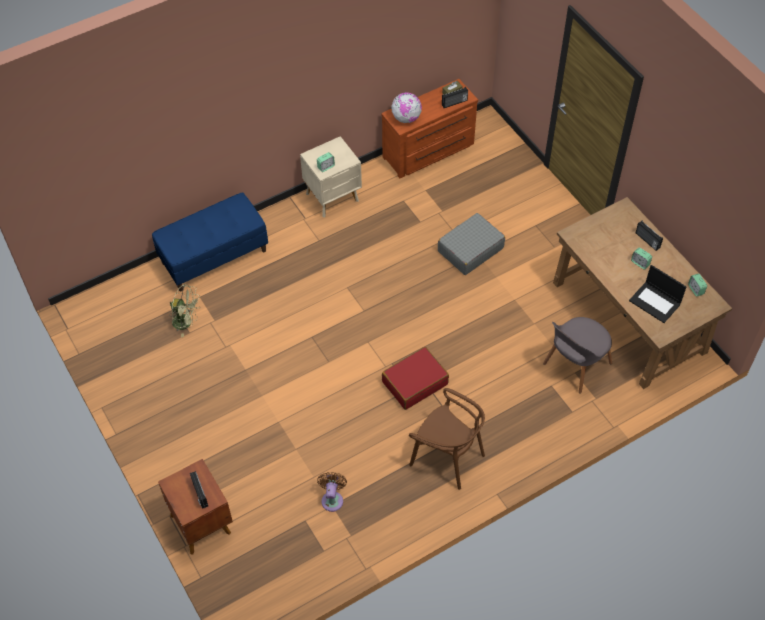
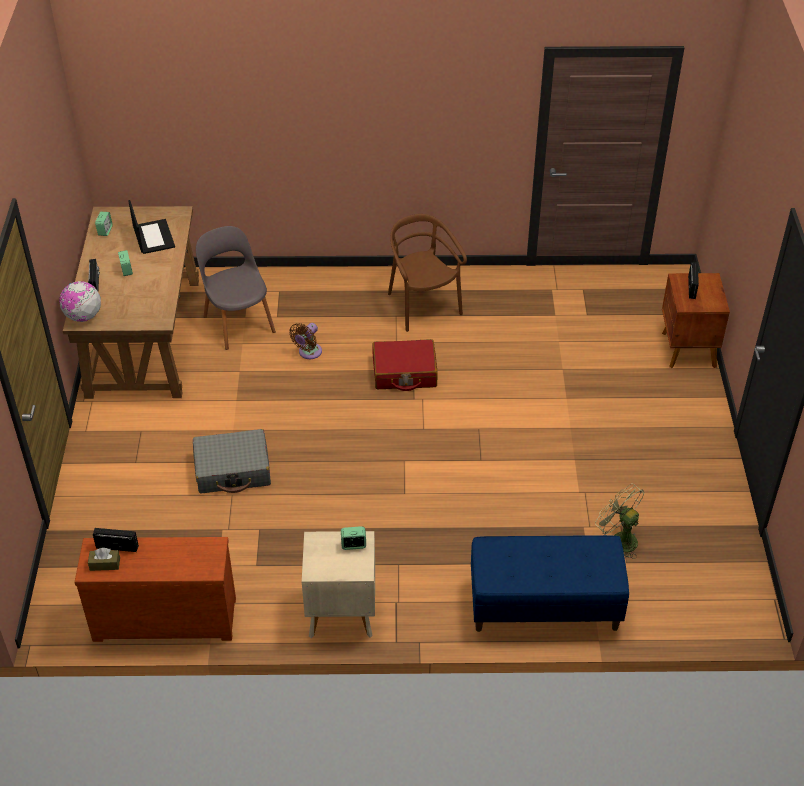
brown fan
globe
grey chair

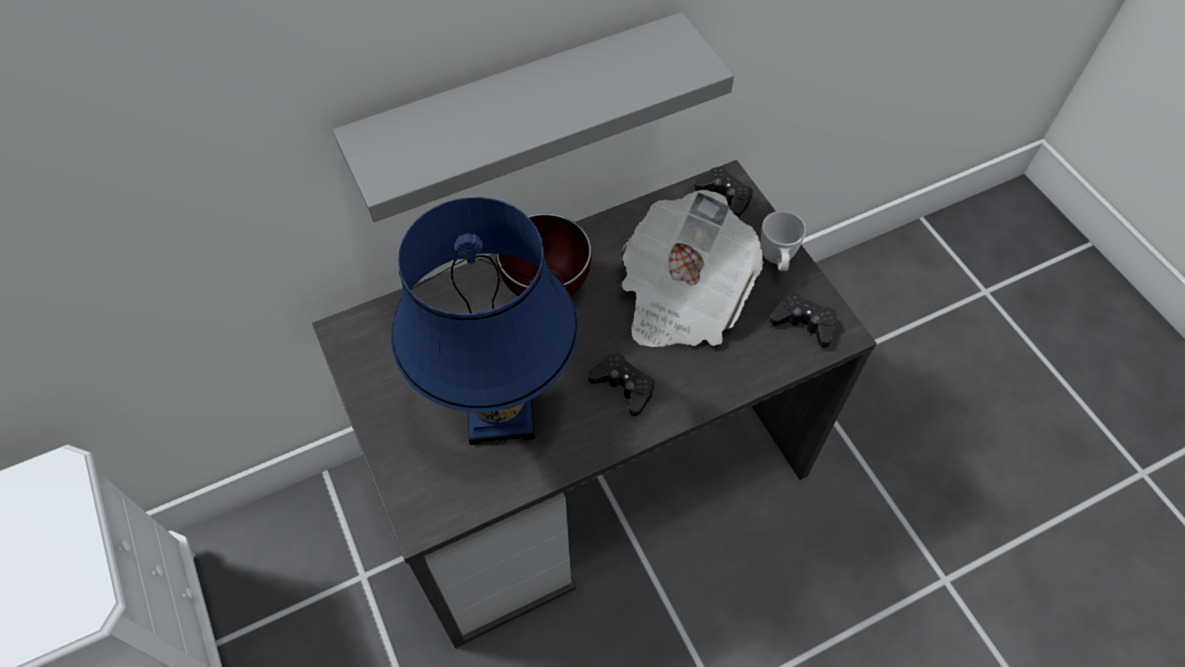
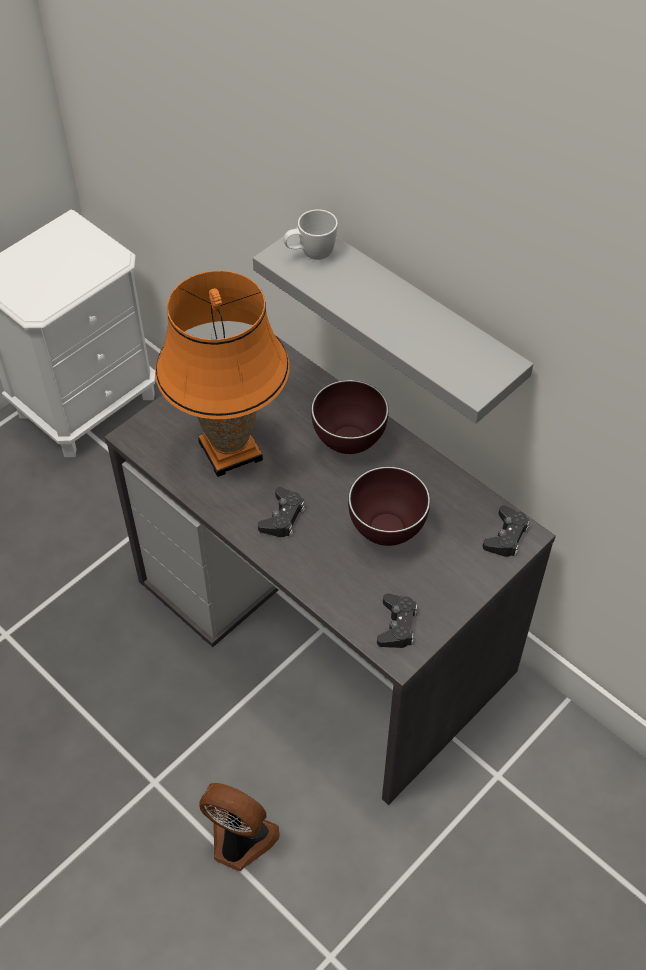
fan
white mug
brown bowl (no. 2 from left)
orange table lamp

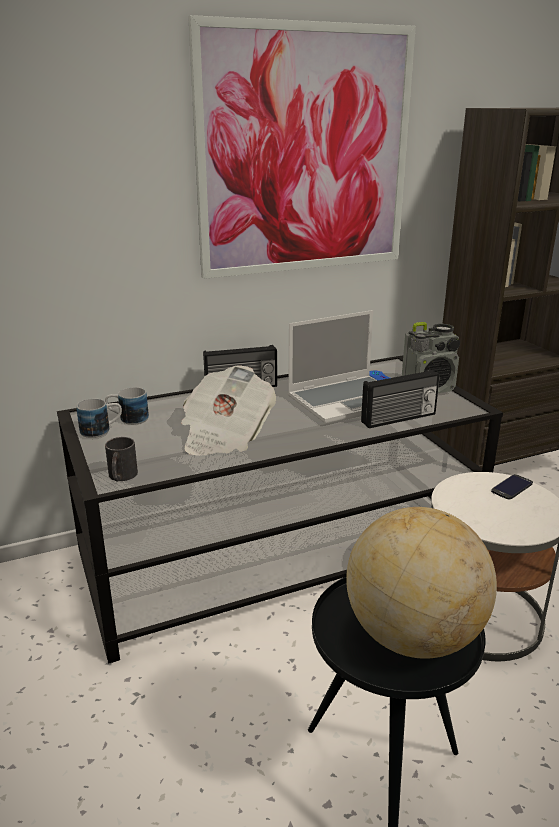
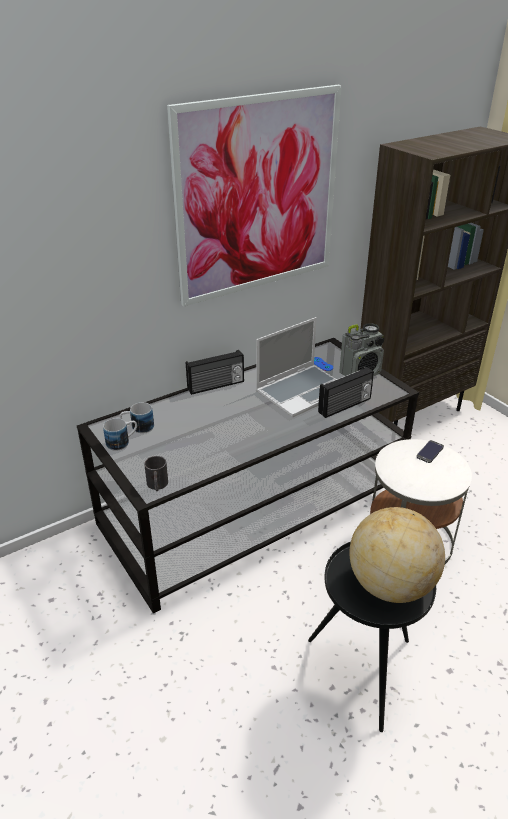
newspaper

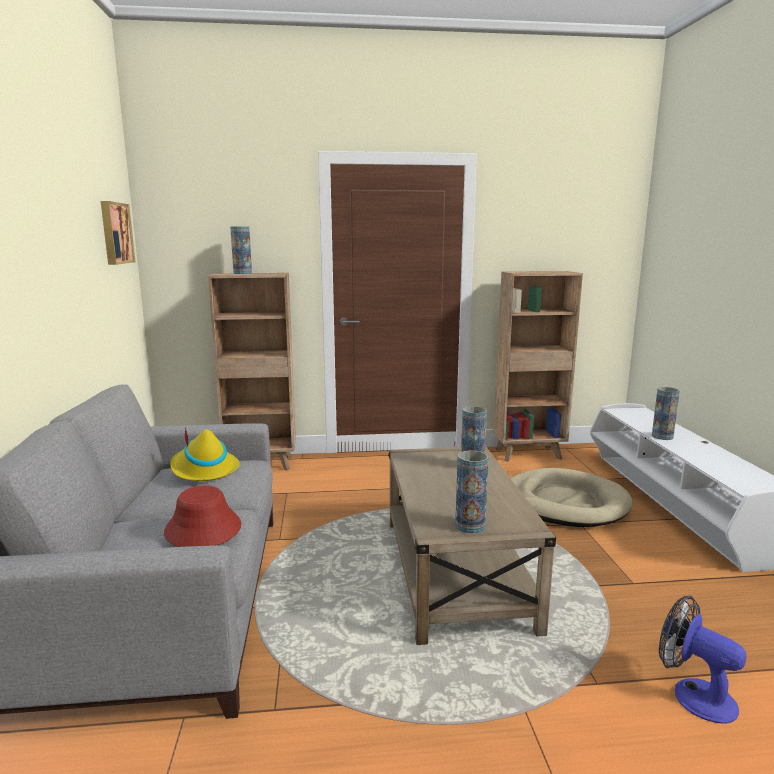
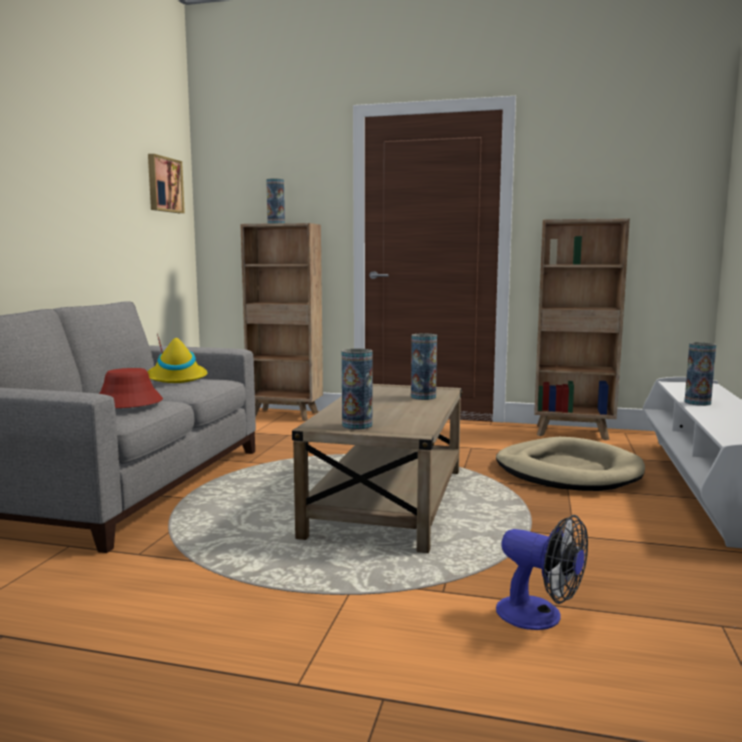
fan

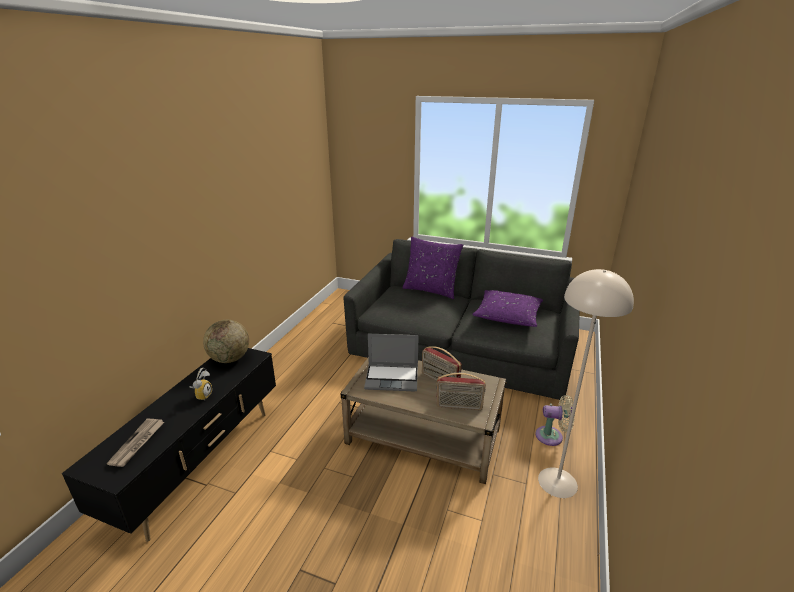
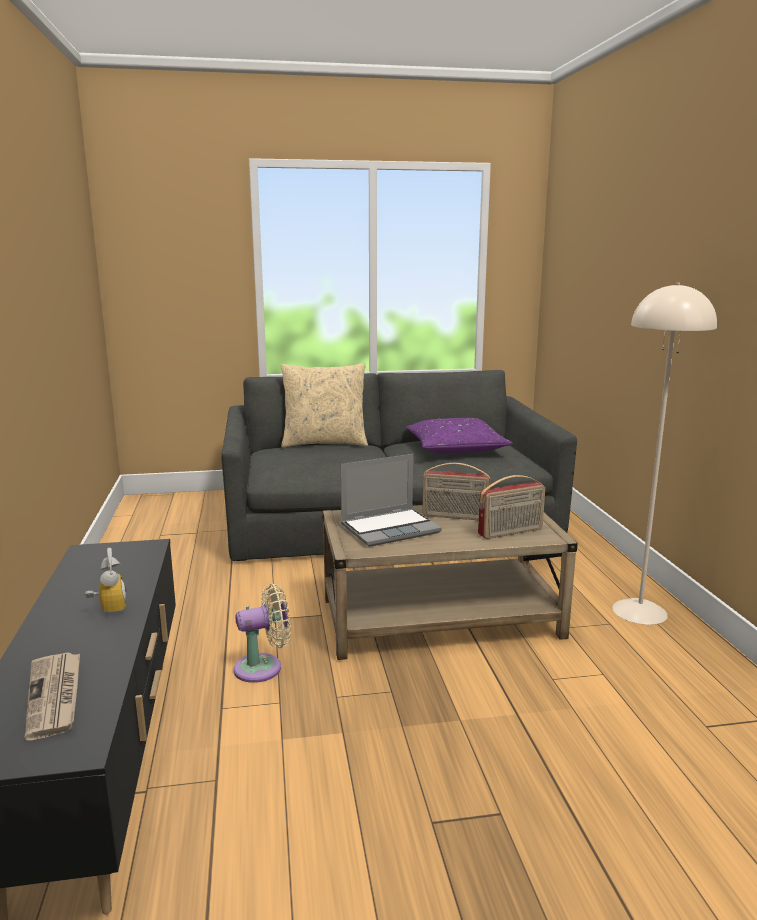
globe
beige fan
beige pillow

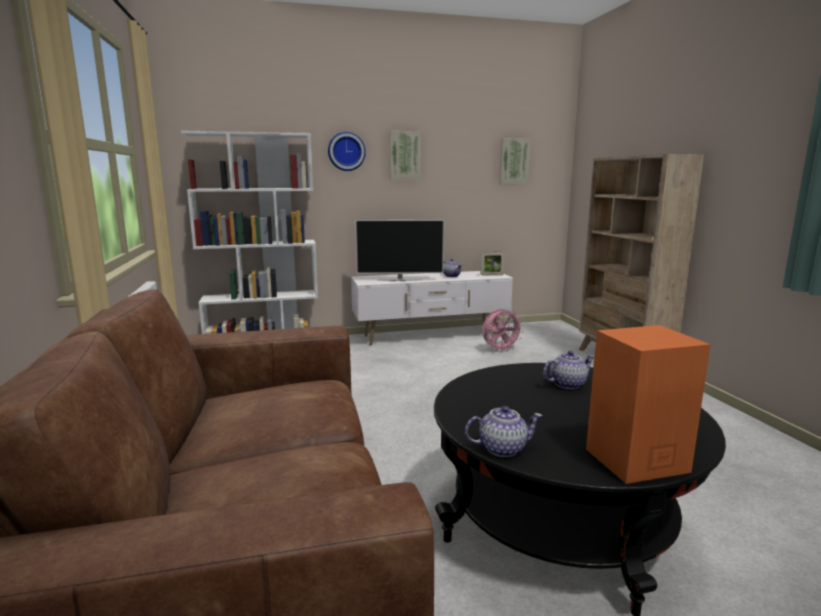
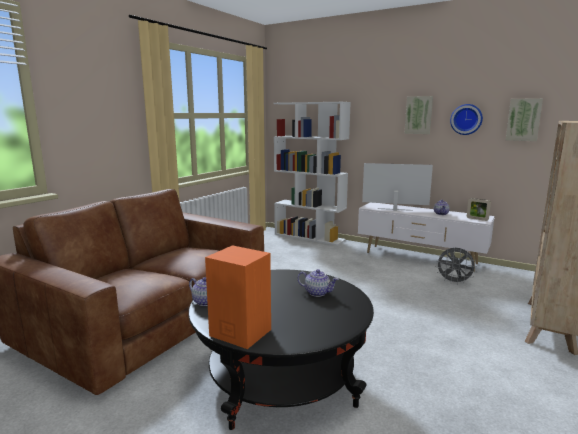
wall clock
grey fan
television

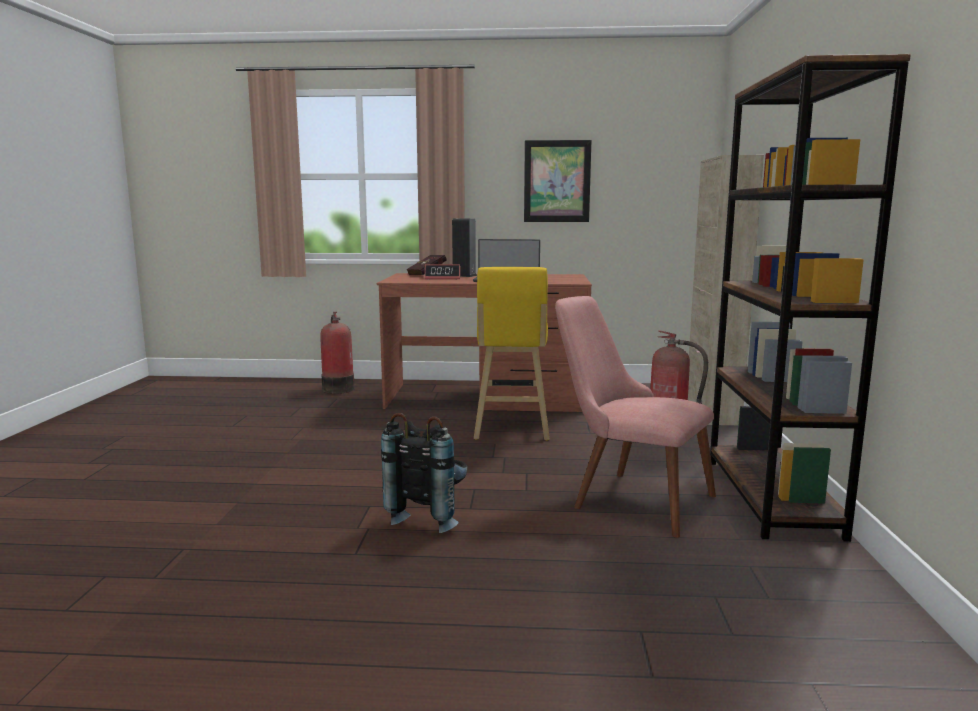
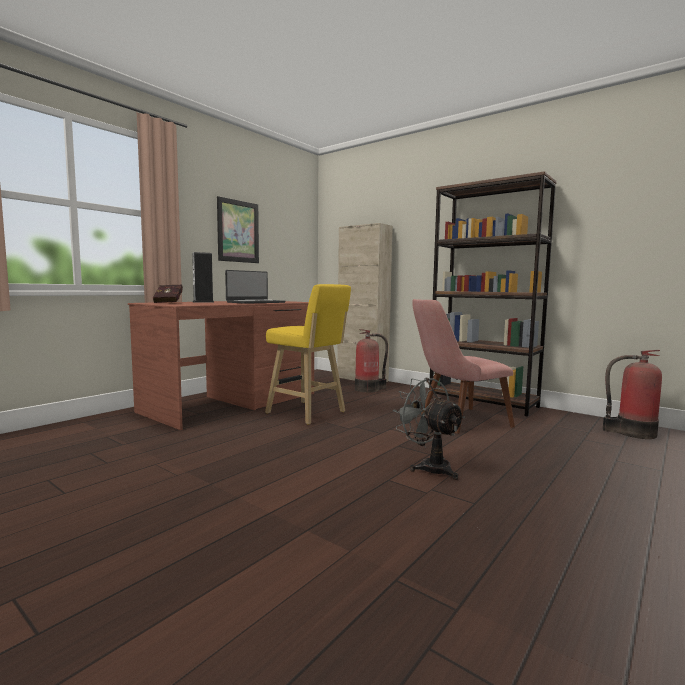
alarm clock
fire extinguisher (no. 2 from left)
grey fan

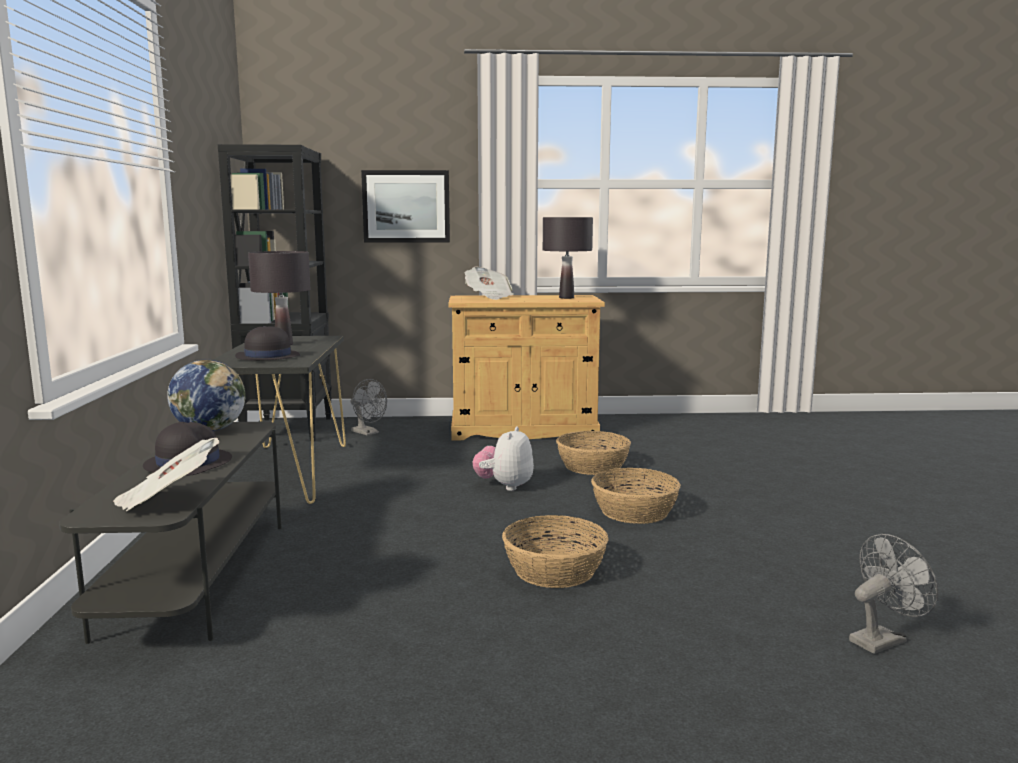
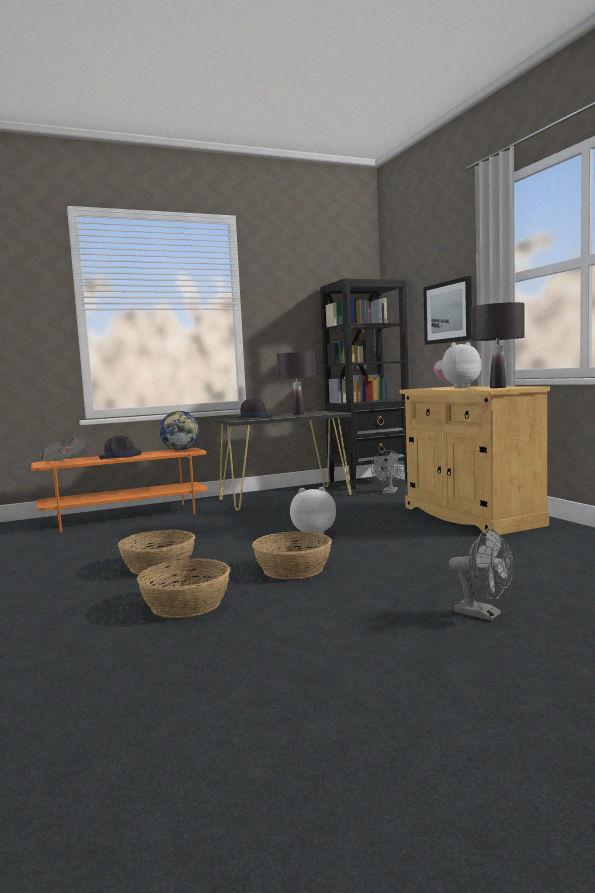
basket (no. 2 from left)
grey fan (no. 2 from left)
plush toy (no. 2 from left)
orange tv stand

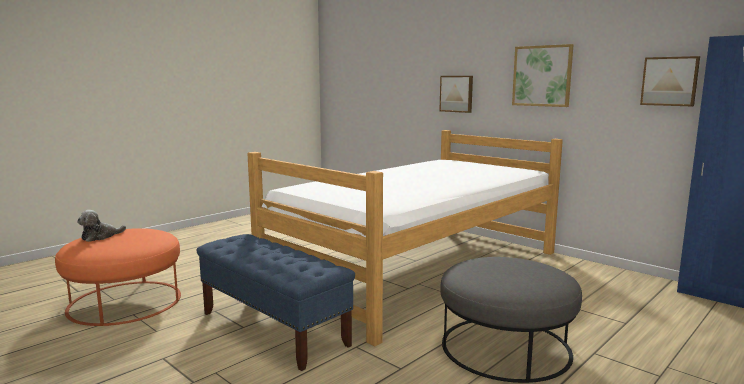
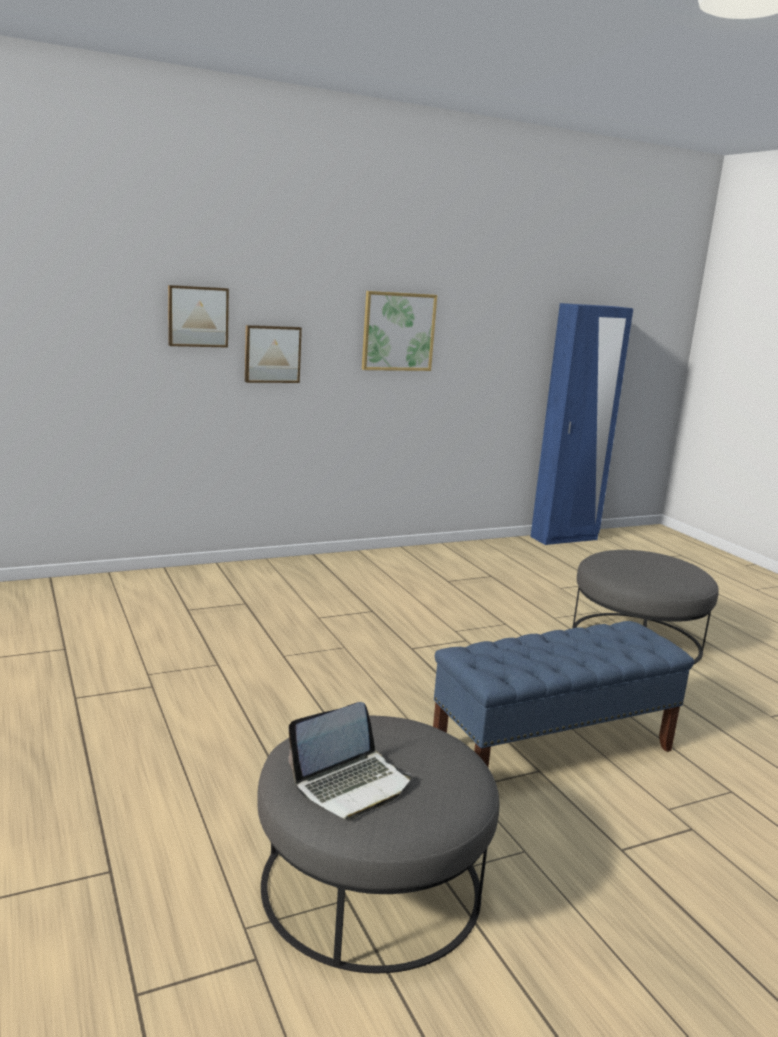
bed
picture (no. 1 from left)
laptop
grey ottoman (no. 1 from left)

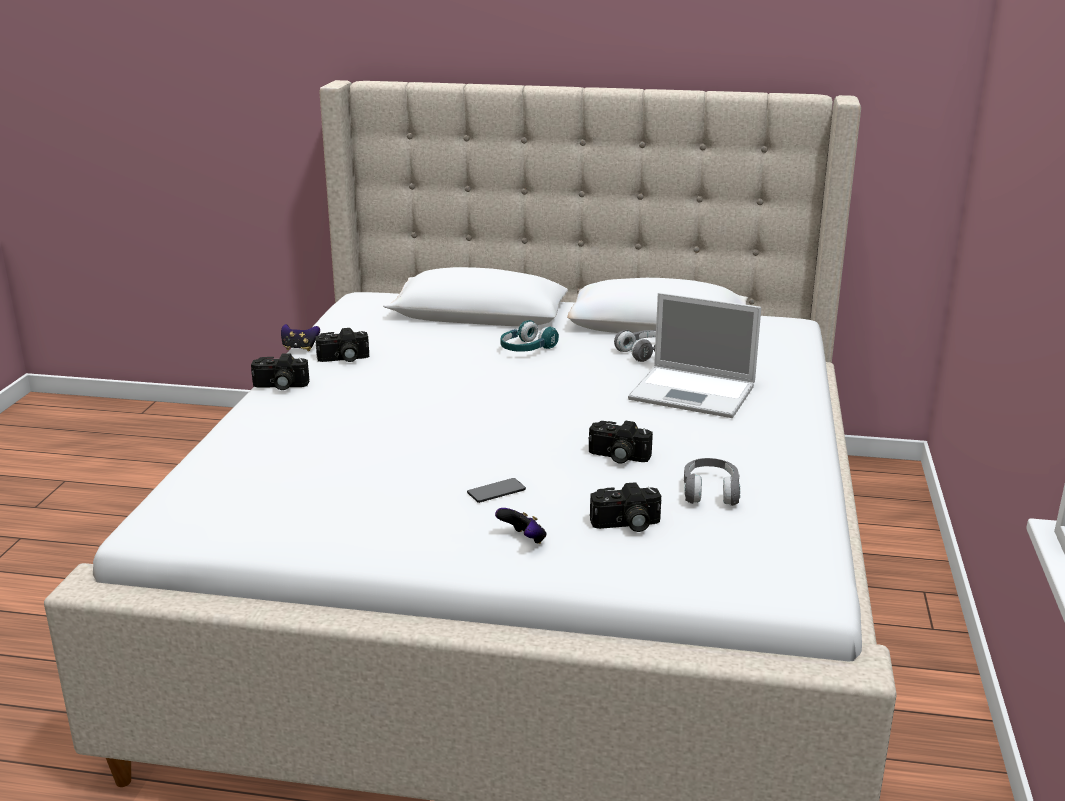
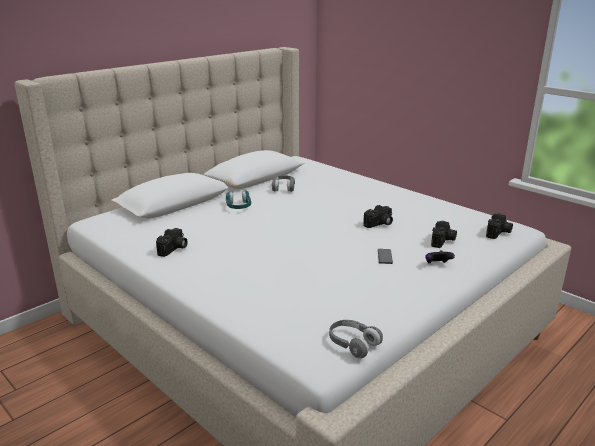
game controller (no. 1 from left in the first image)
laptop
photo camera (no. 4 from left)
grey headphones (no. 2 from left)

